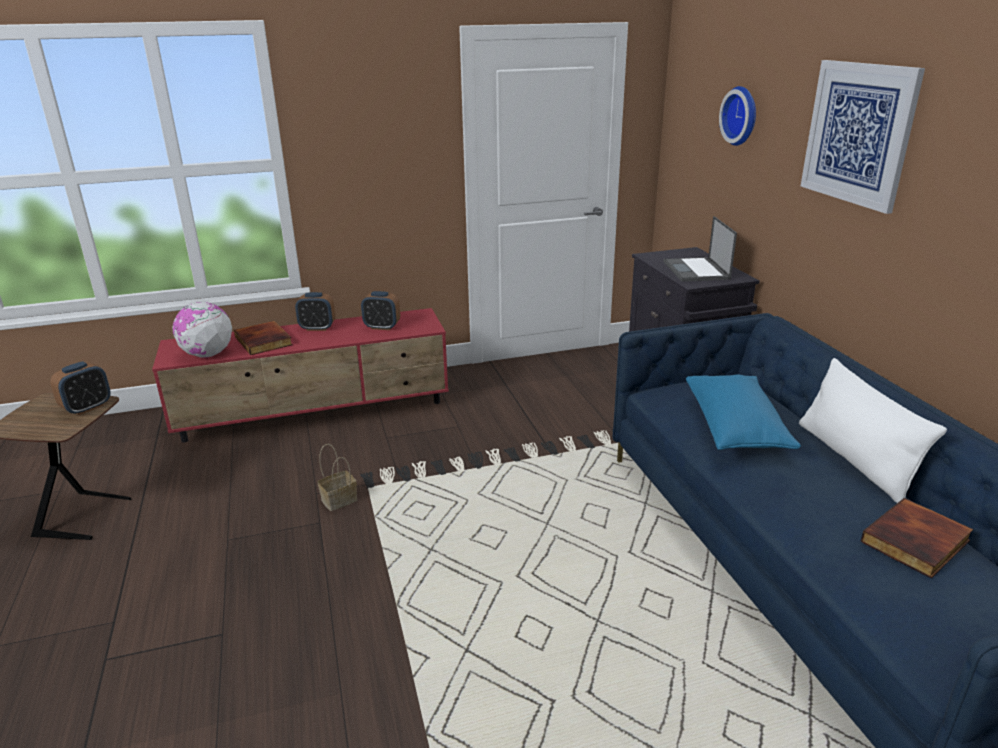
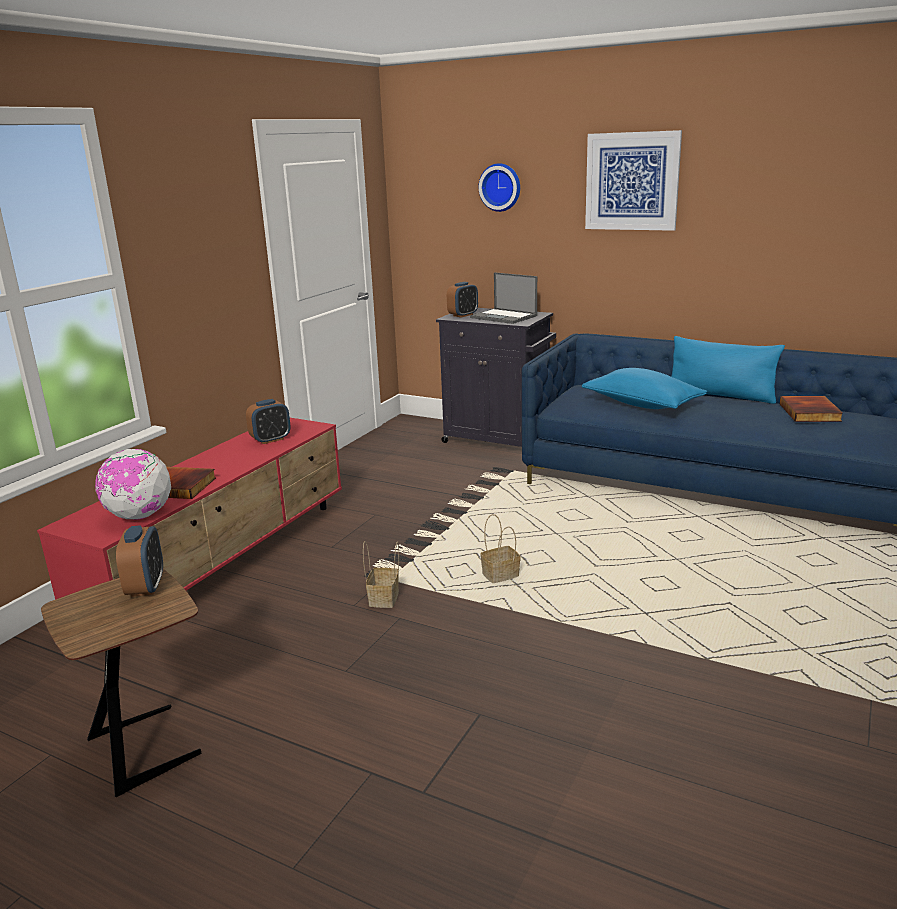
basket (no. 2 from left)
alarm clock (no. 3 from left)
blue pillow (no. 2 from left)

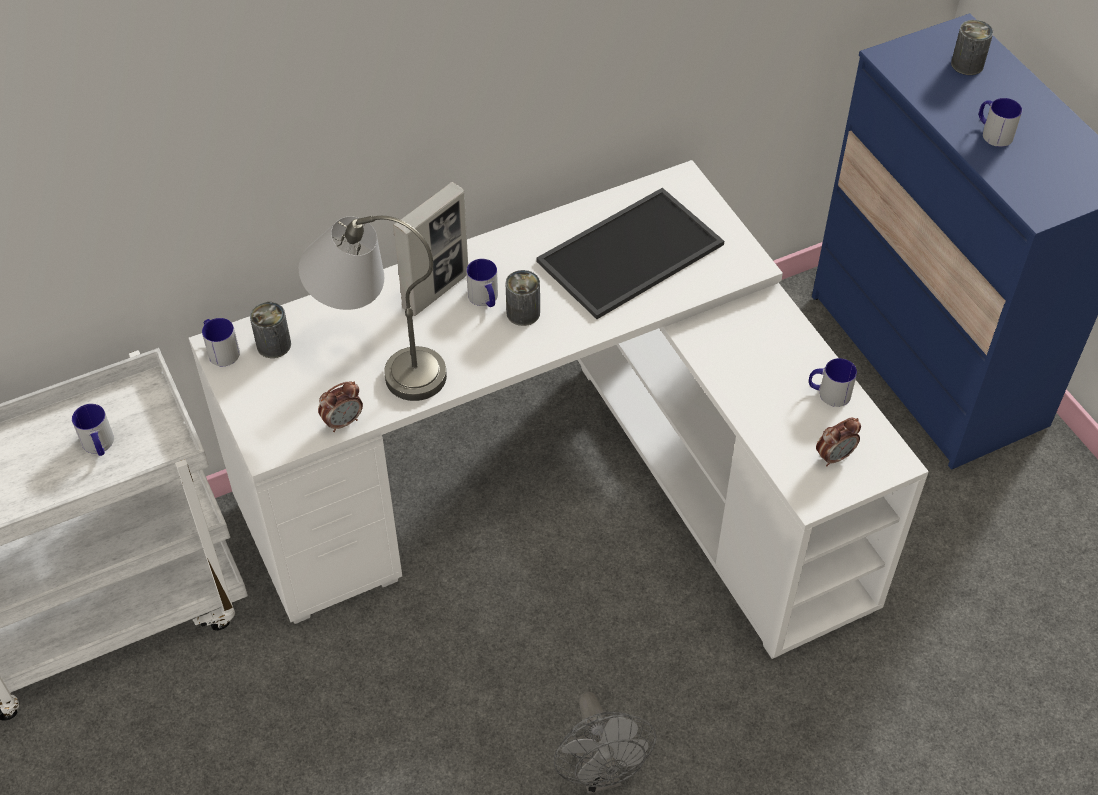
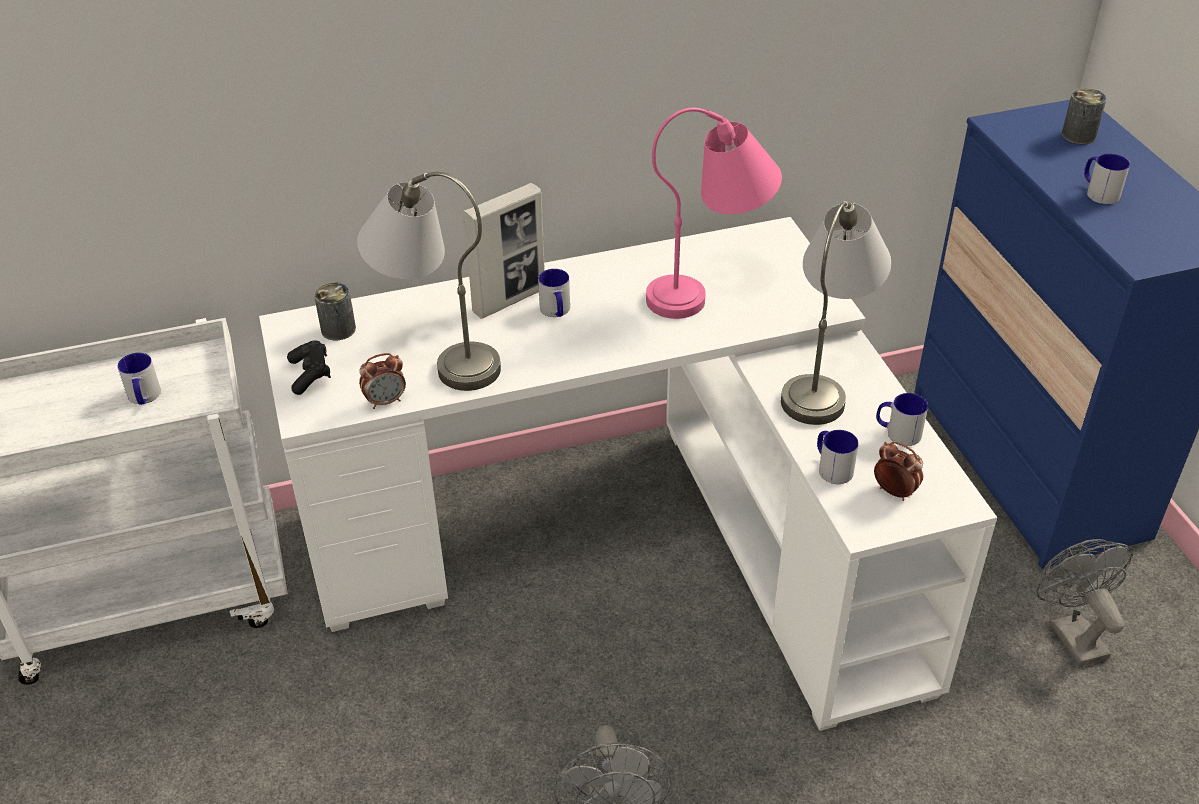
can (no. 2 from left in the first image)
black game controller
grey table lamp (no. 2 from left)
grey fan (no. 2 from left)
mug (no. 3 from left)
pink table lamp
alarm clock (no. 2 from left)

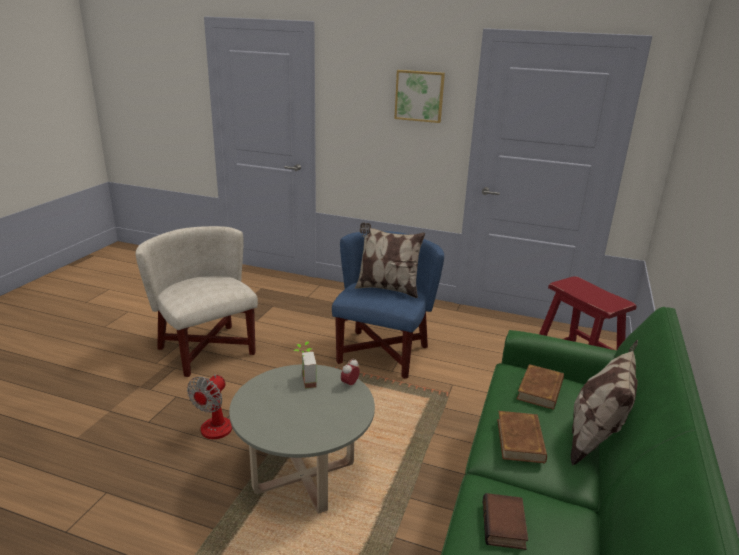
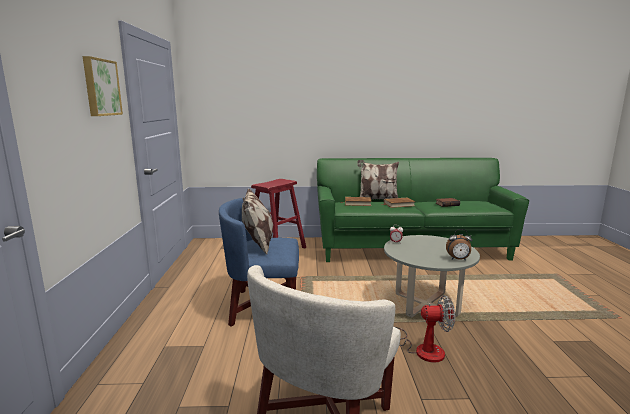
potted plant
alarm clock (no. 2 from left)

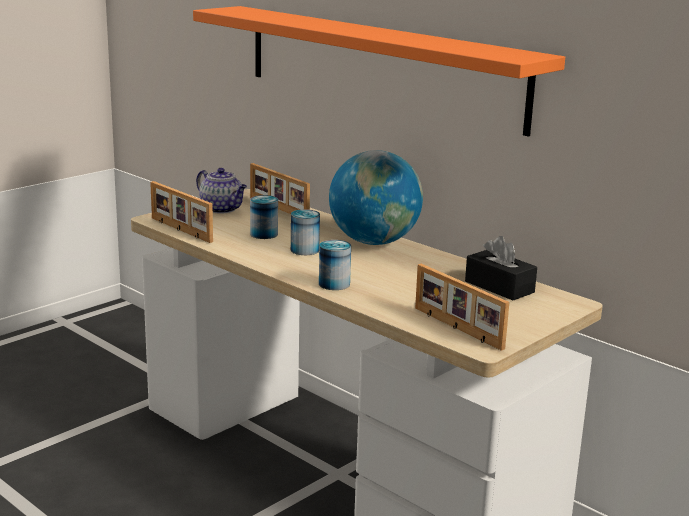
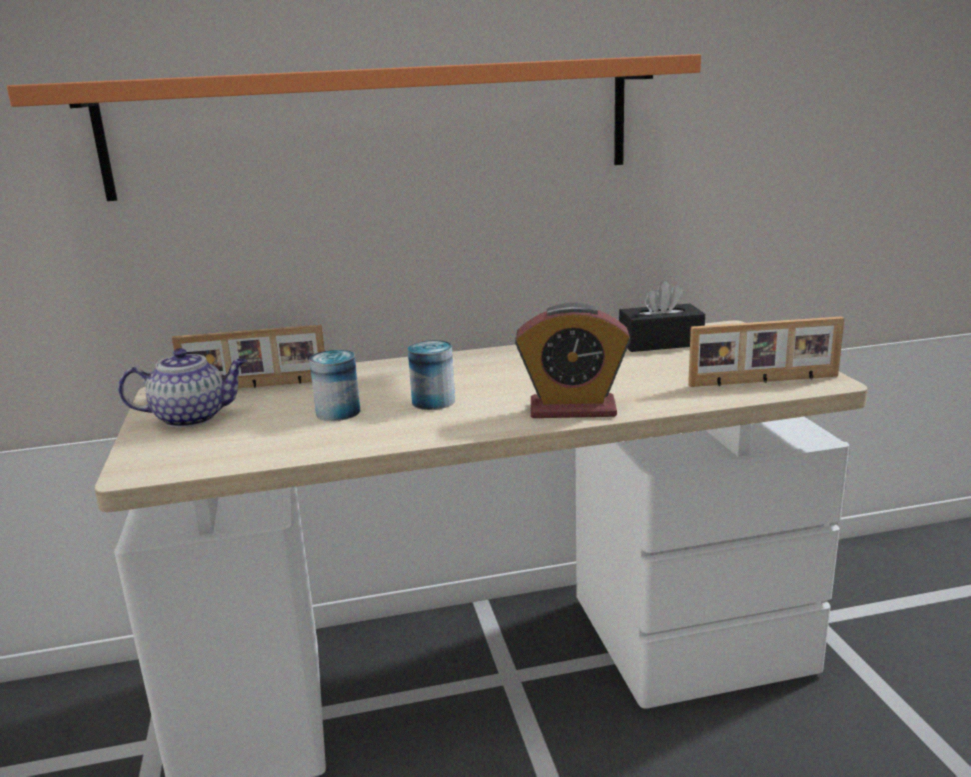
picture frame (no. 1 from left in the first image)
globe
alarm clock

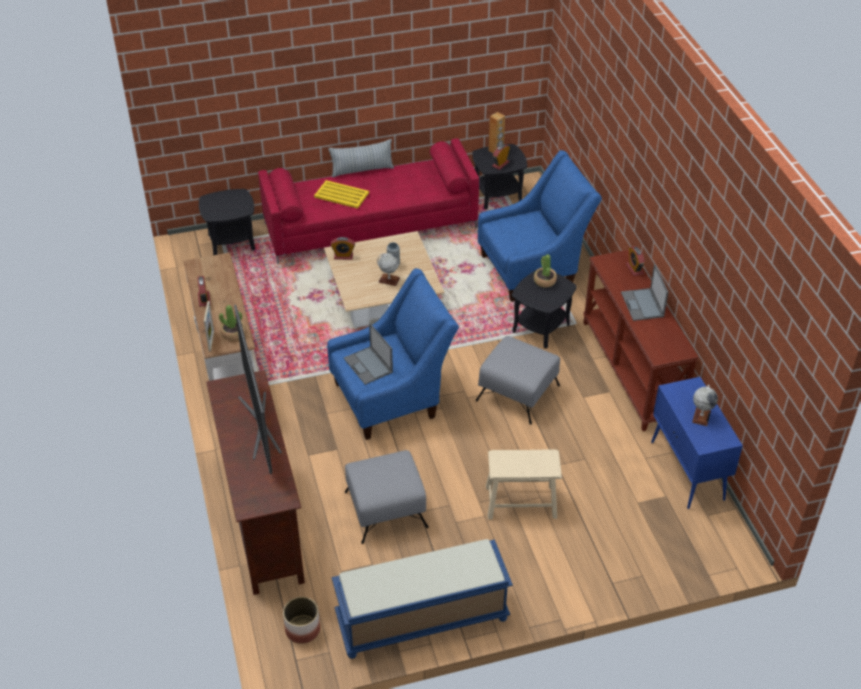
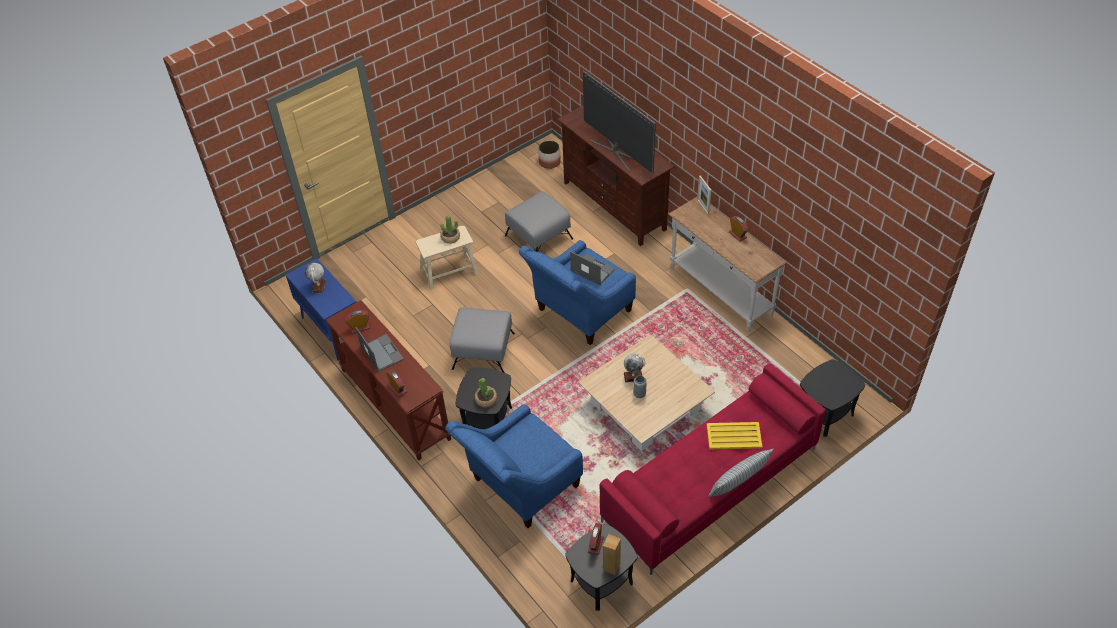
blue bench
potted plant (no. 1 from left)
alarm clock (no. 1 from left)

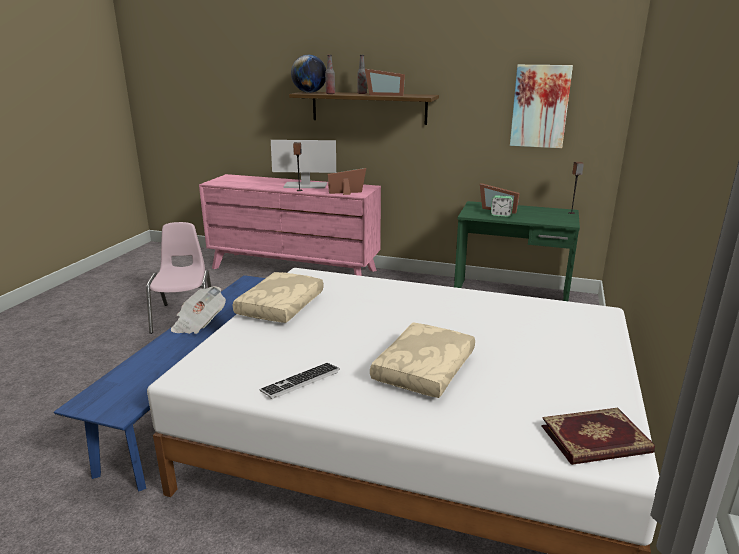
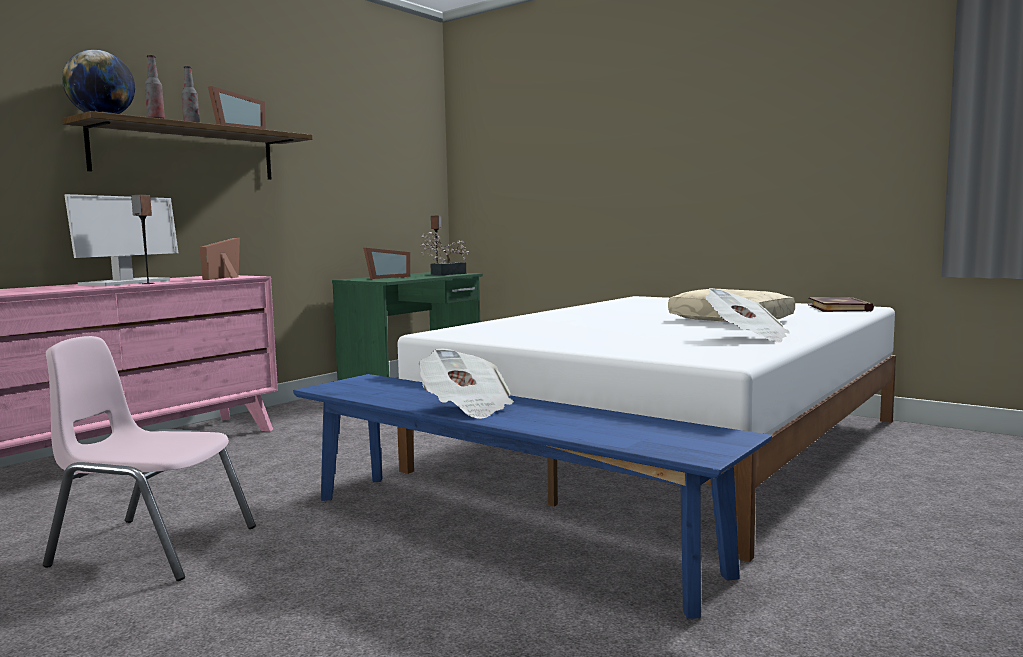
beige pillow (no. 1 from left in the first image)
alarm clock
picture
potted plant
newspaper (no. 2 from left)

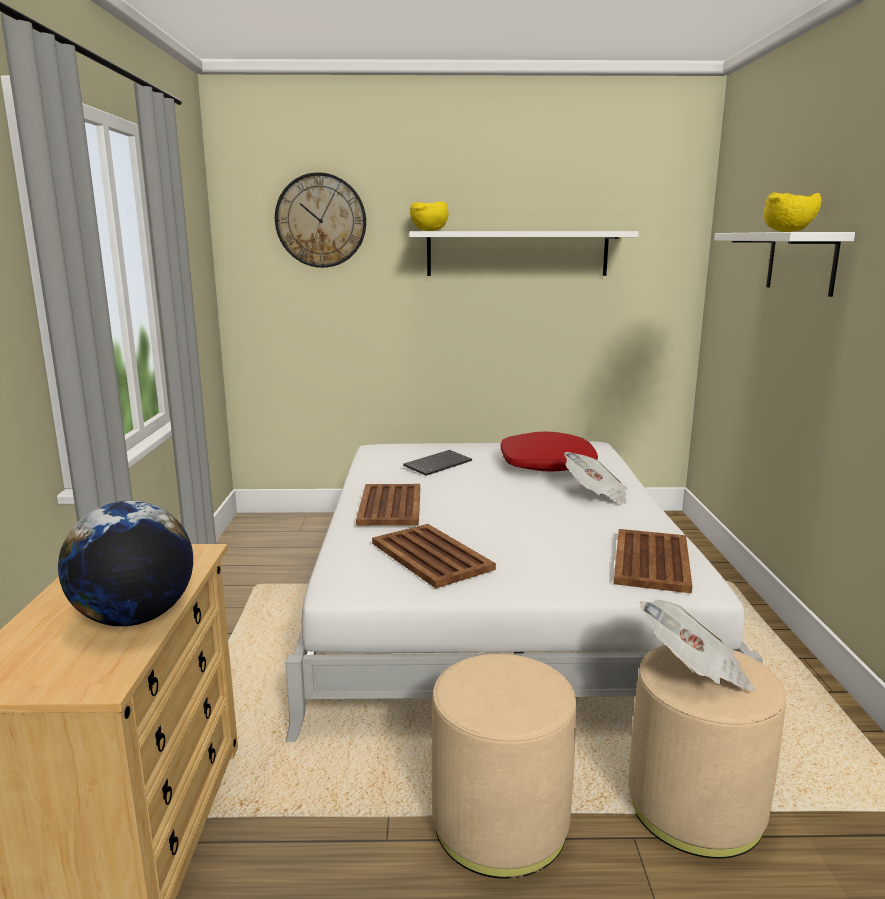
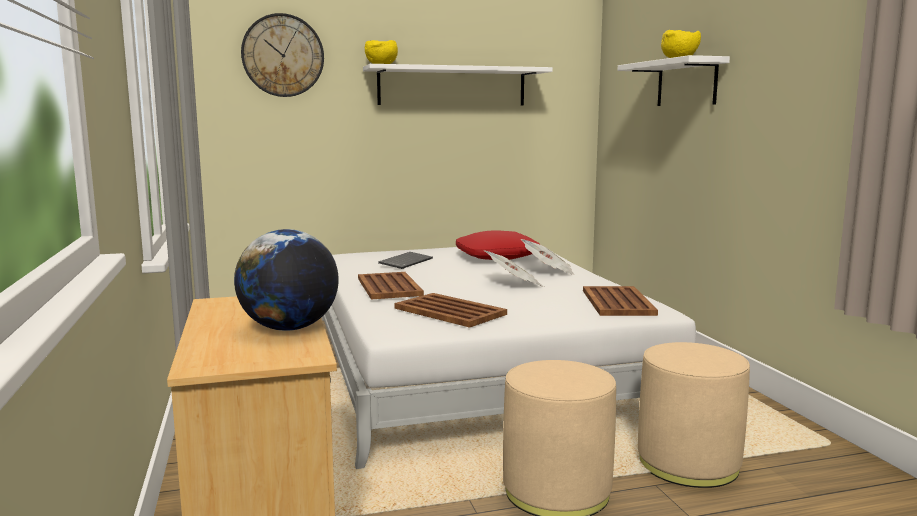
newspaper (no. 1 from left)

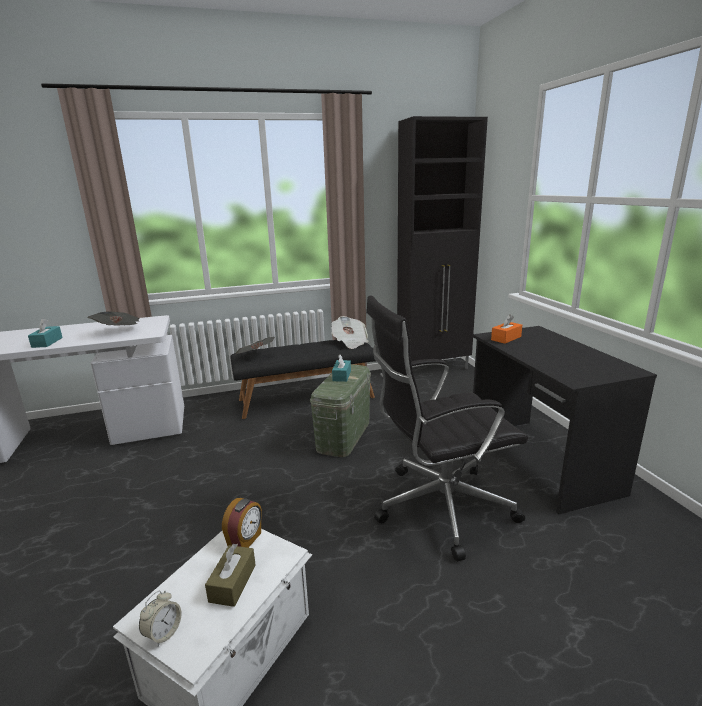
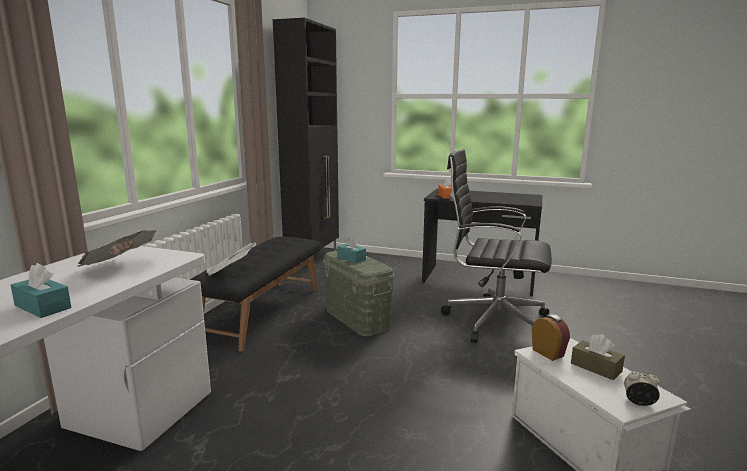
newspaper (no. 3 from left in the first image)
alarm clock (no. 2 from left)
black office chair

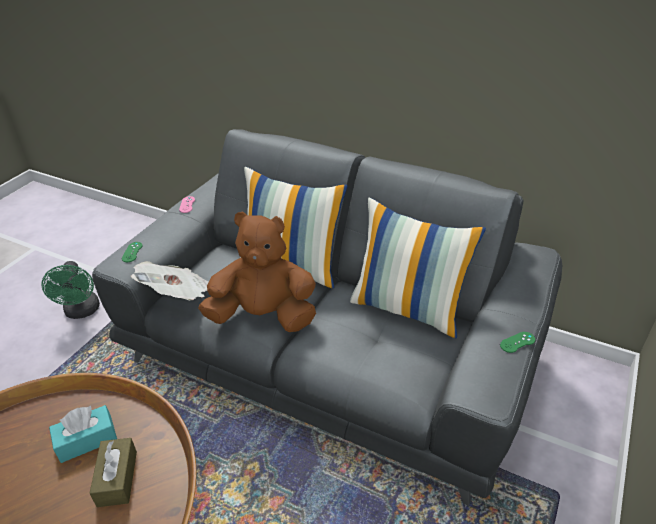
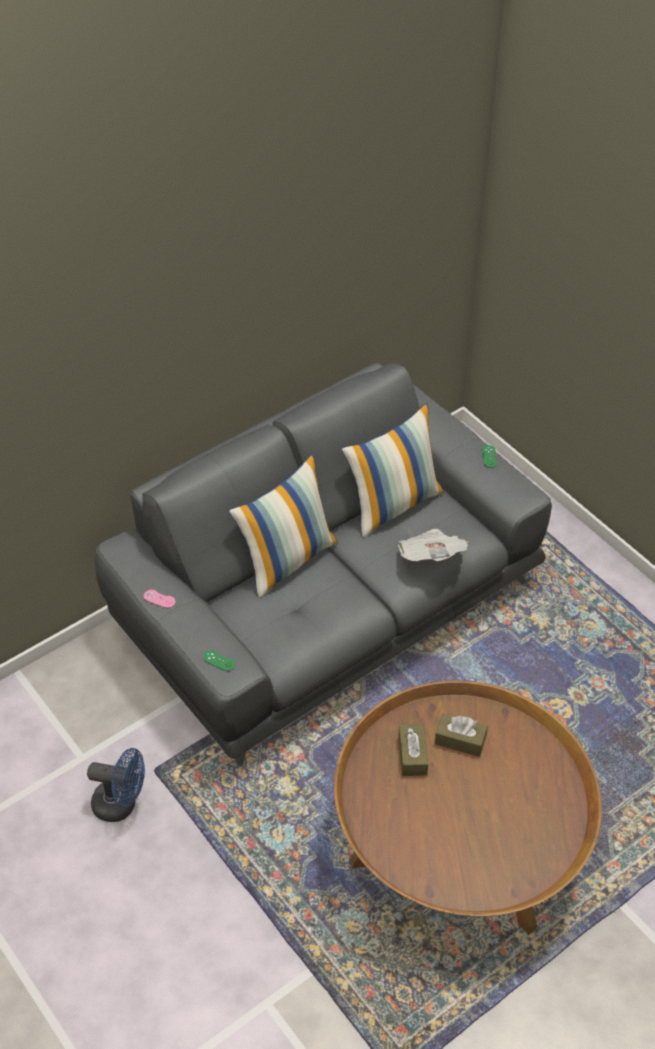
brown plush toy
newspaper
blue fan
brown tissue box (no. 1 from left)

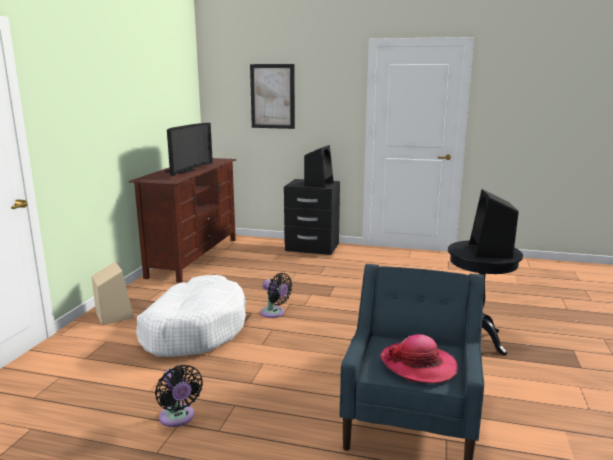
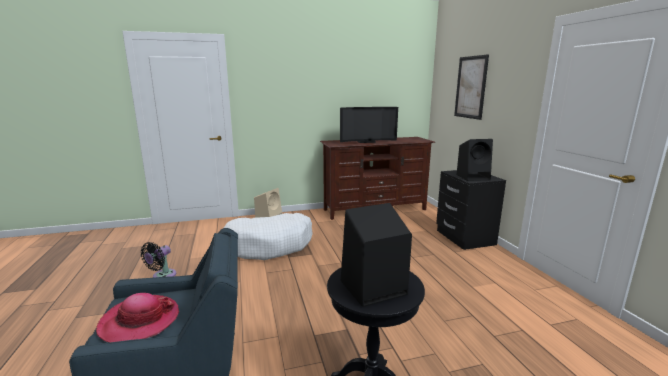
black fan (no. 2 from left in the first image)

